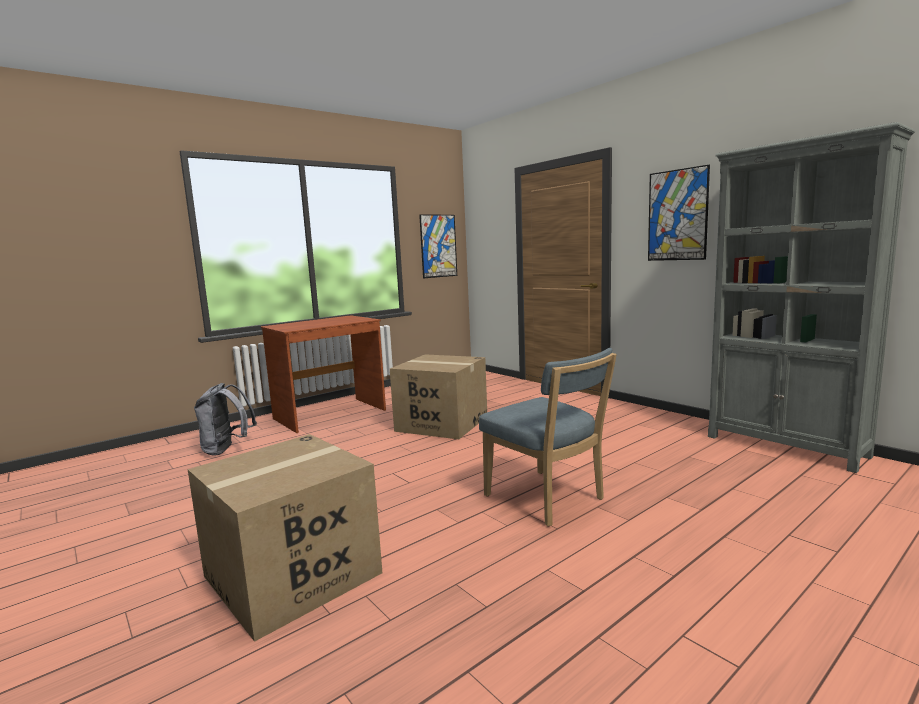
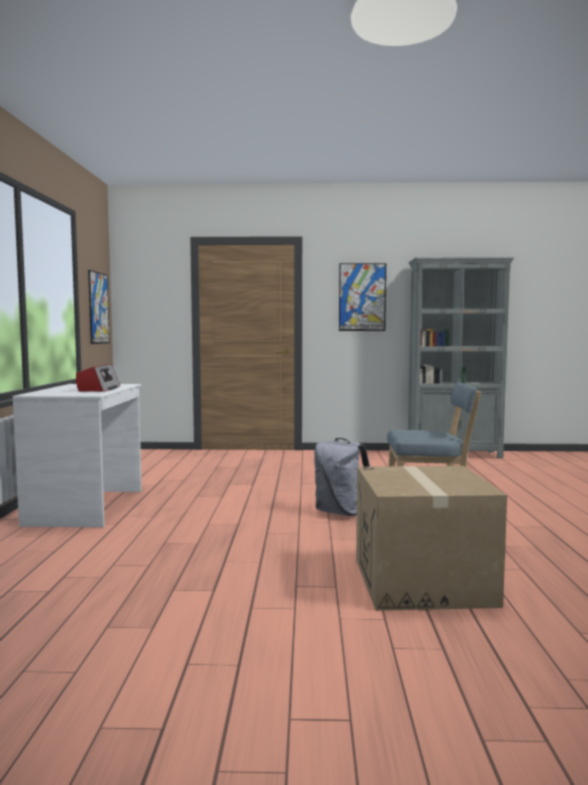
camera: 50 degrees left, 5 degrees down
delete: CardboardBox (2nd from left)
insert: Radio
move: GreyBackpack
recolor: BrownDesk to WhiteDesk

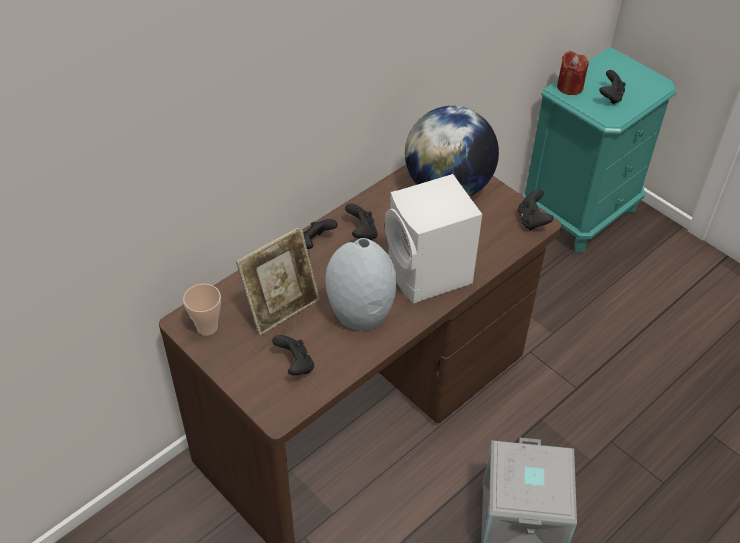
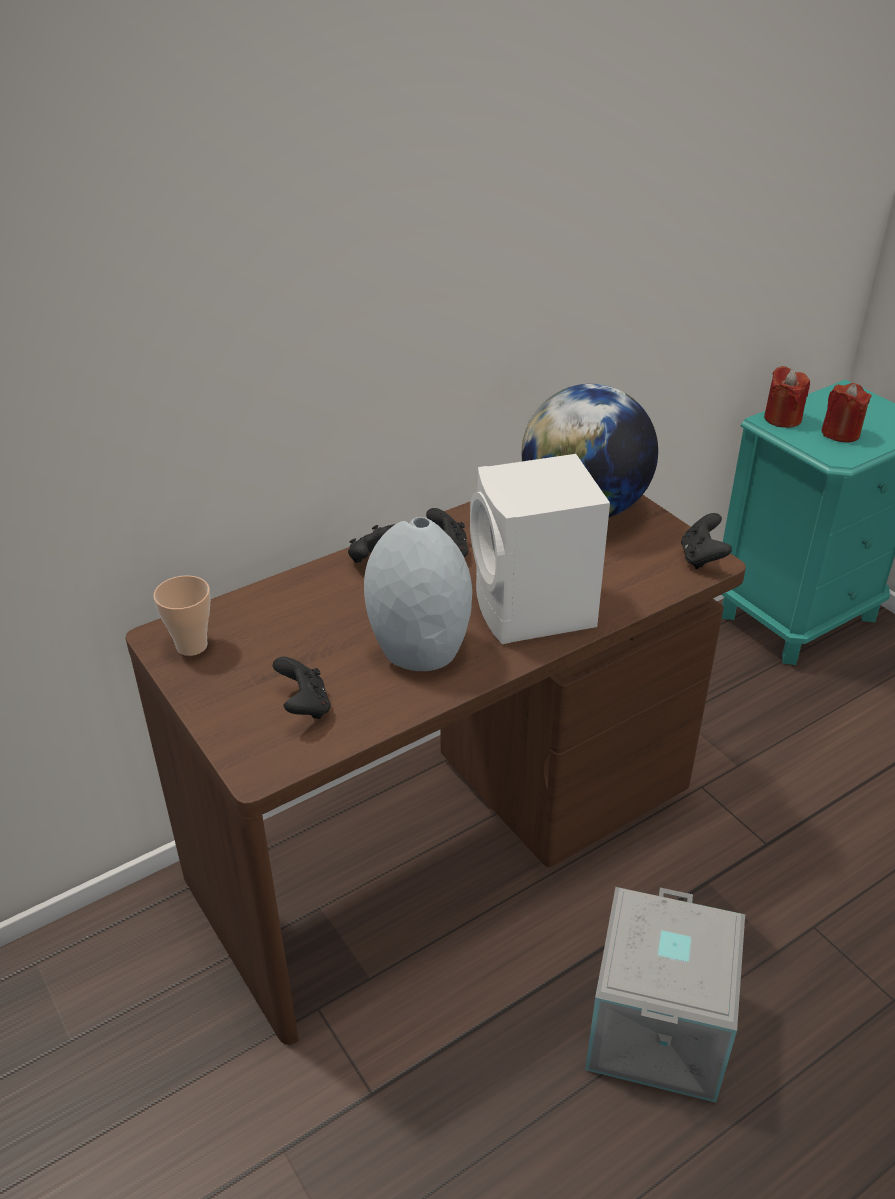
camera: 10 degrees right, 10 degrees down
delete: PictureFrame
replace: BlackGameController (5th from left) to RedCandle (2nd from left)

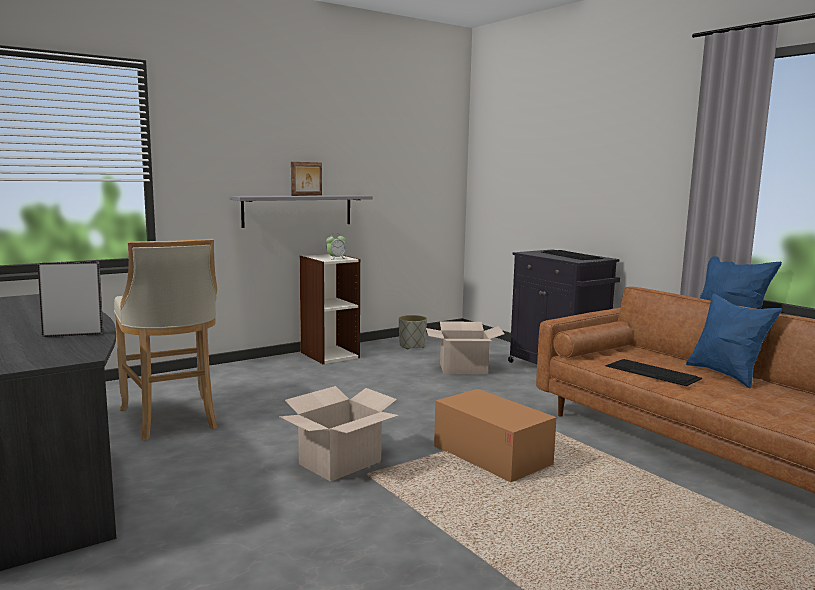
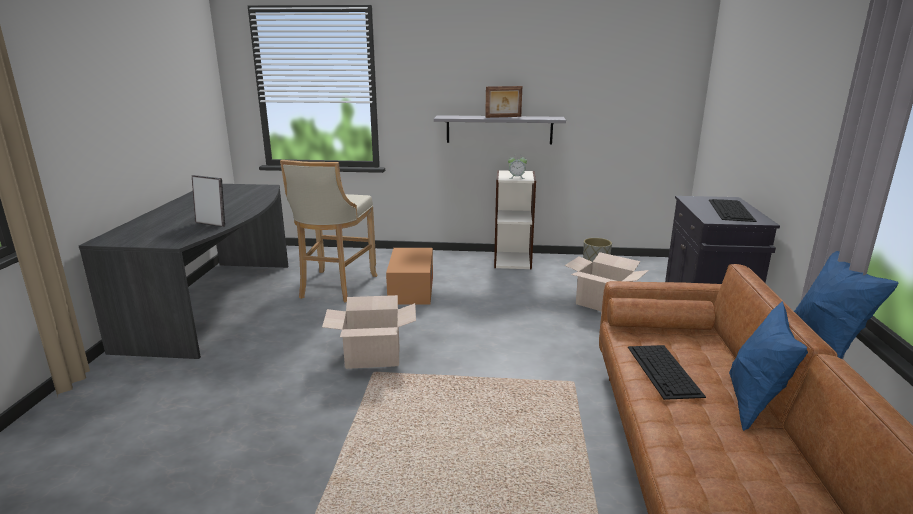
camera: 40 degrees right, 10 degrees up
move: CardboardBox (3rd from left in the first image) to CardboardBox (2nd from left)

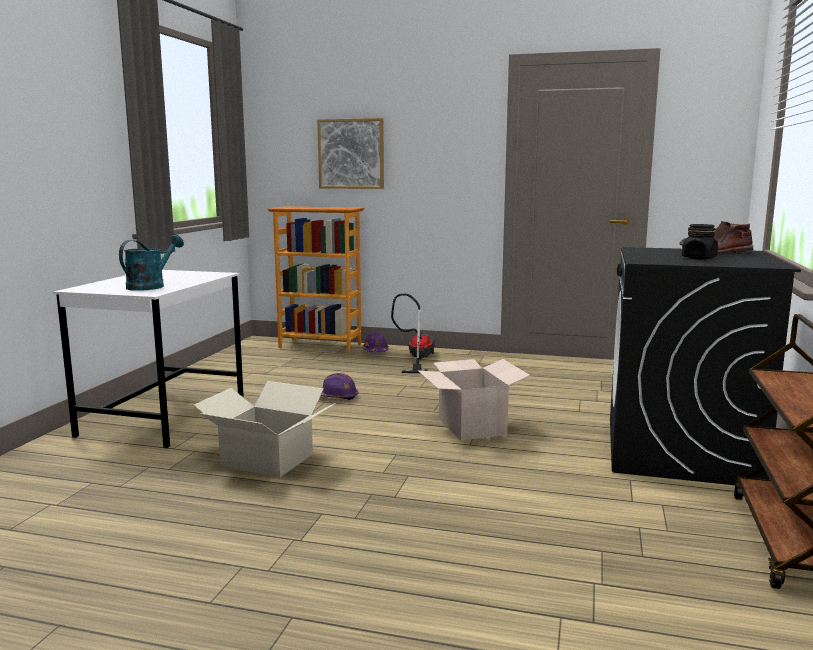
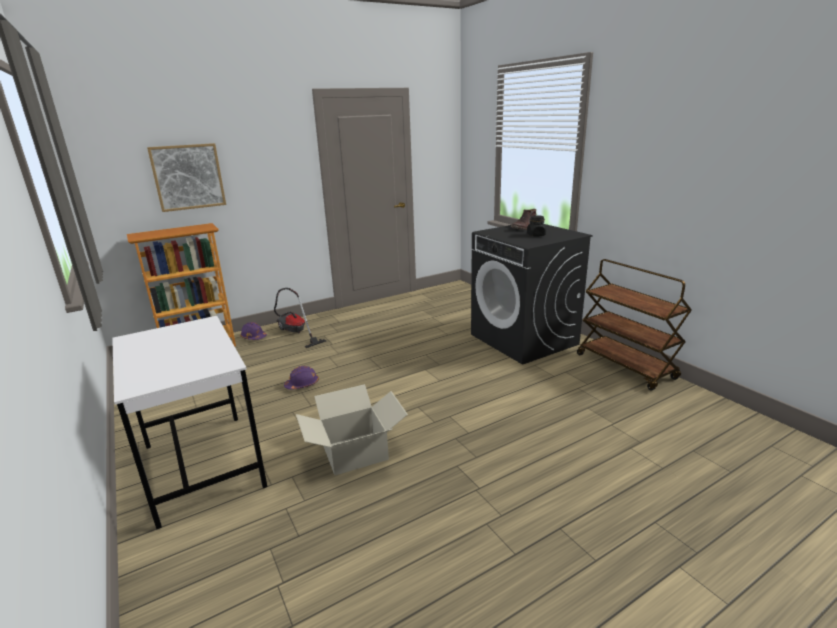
camera: 45 degrees left, 10 degrees up
delete: TurquoiseWateringCan; CardboardBox (2nd from left)

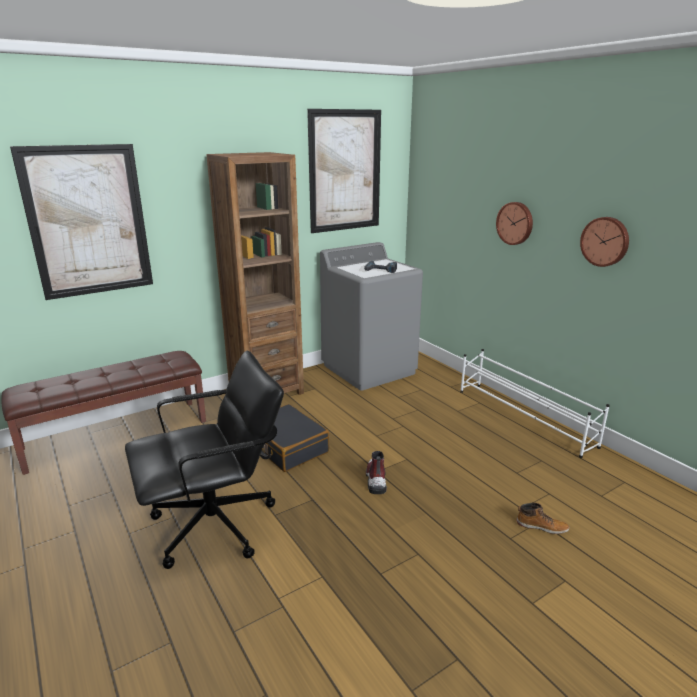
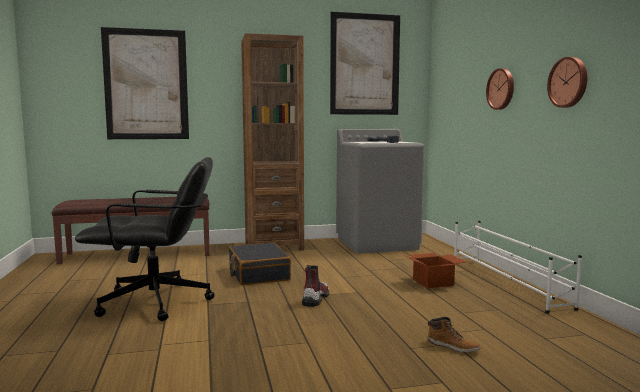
camera: 20 degrees right, 15 degrees down
insert: CardboardBox

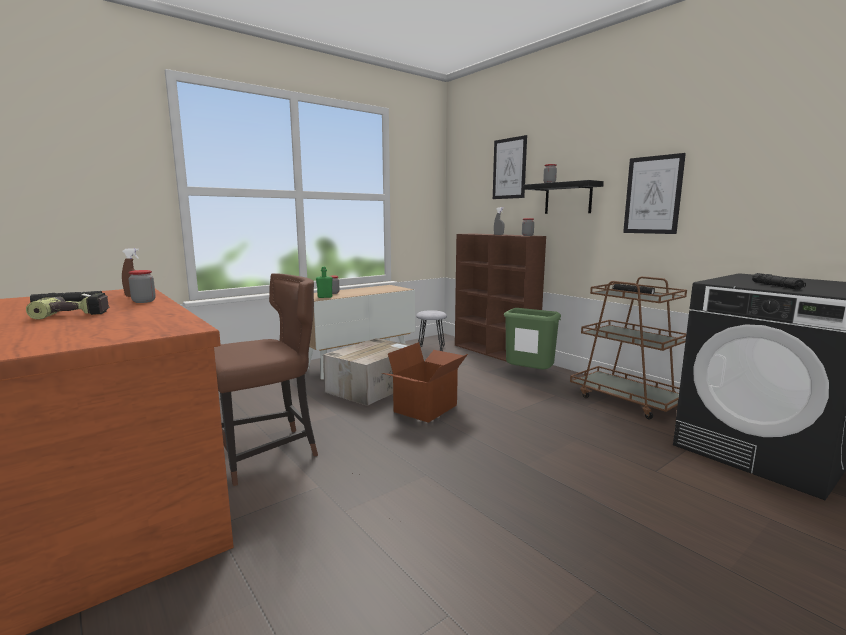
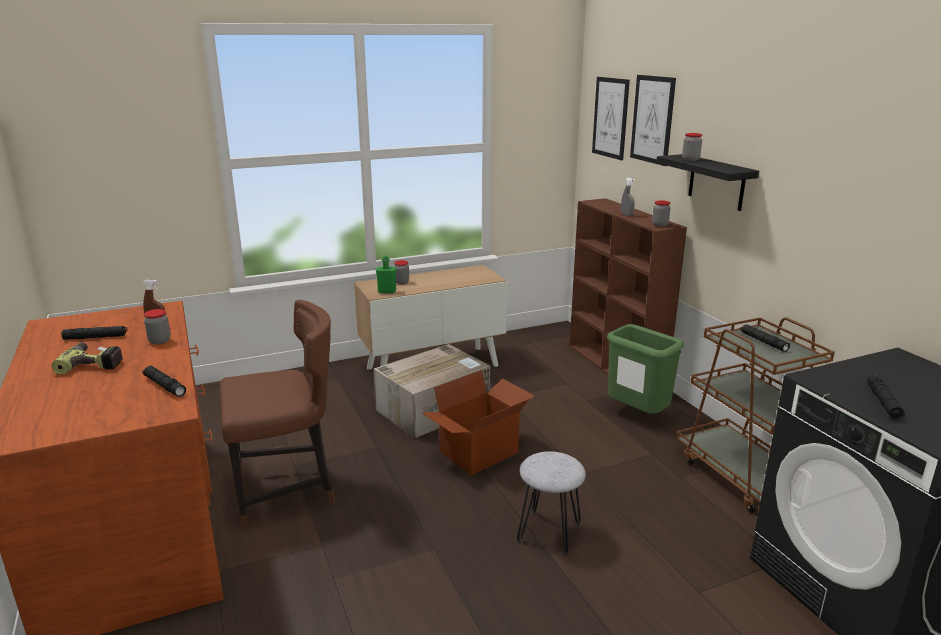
camera: 15 degrees right, 10 degrees up
insert: BlackFlashlight (2nd from left)
move: Picture (2nd from left in the first image) to Picture (1st from left); GreyStool

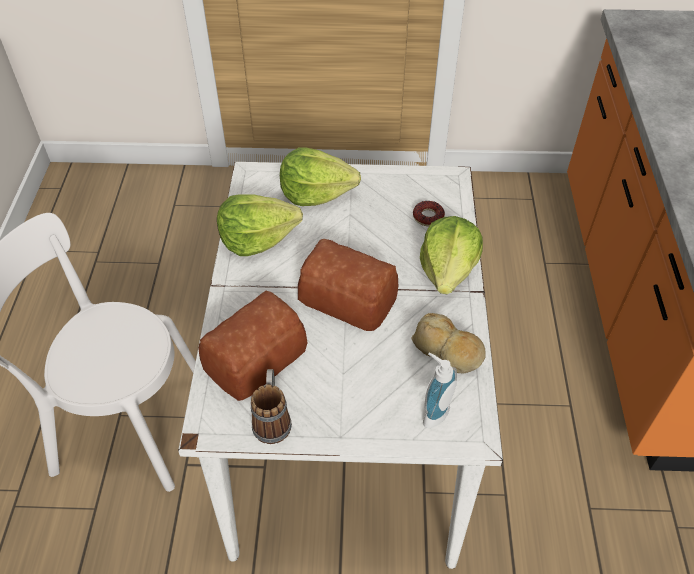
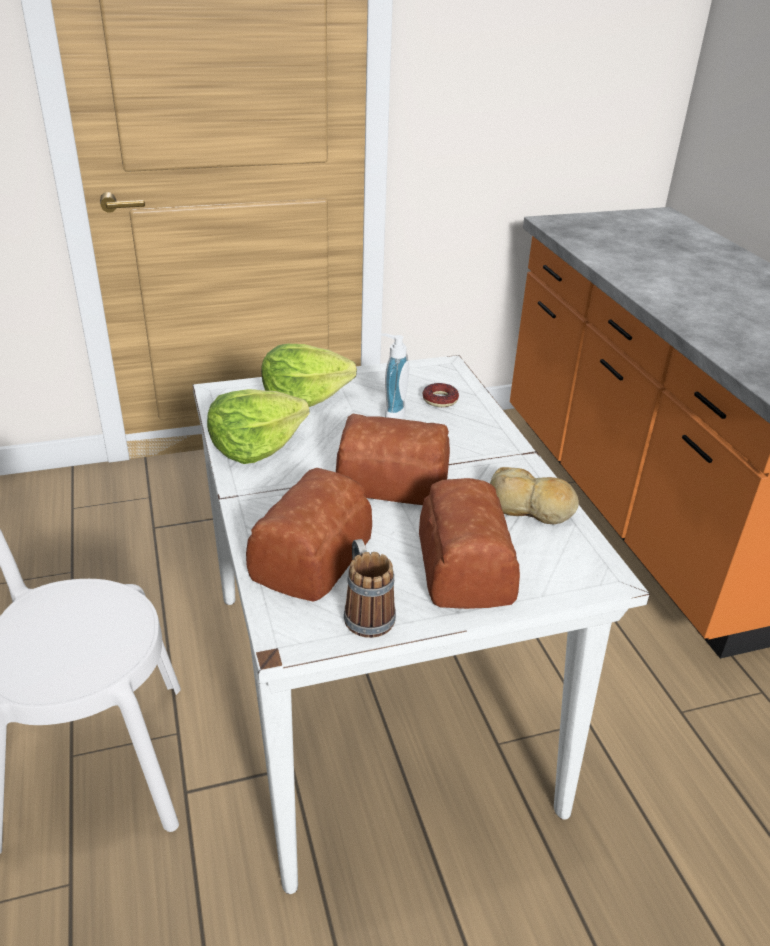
camera: 20 degrees left, 15 degrees down
delete: Lettuce (3rd from left)
insert: Bread (3rd from left)
move: SoapDispenser

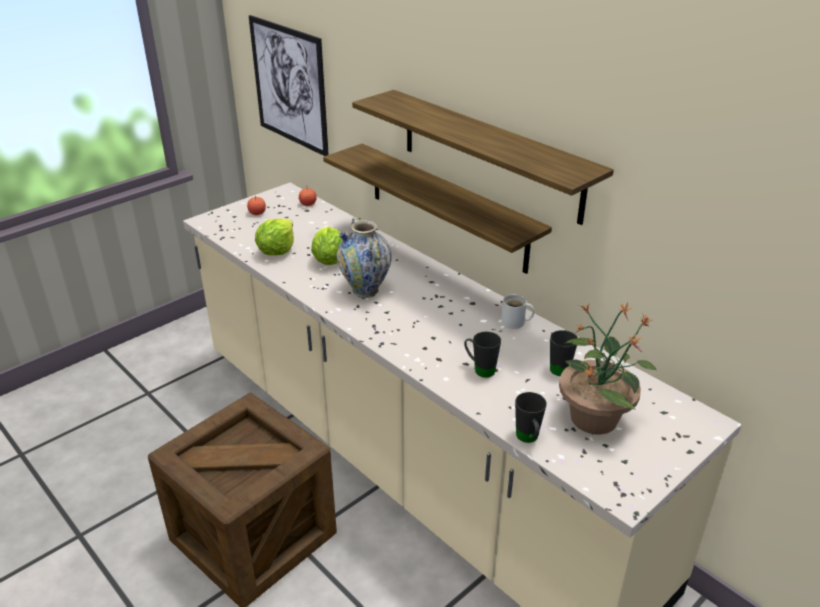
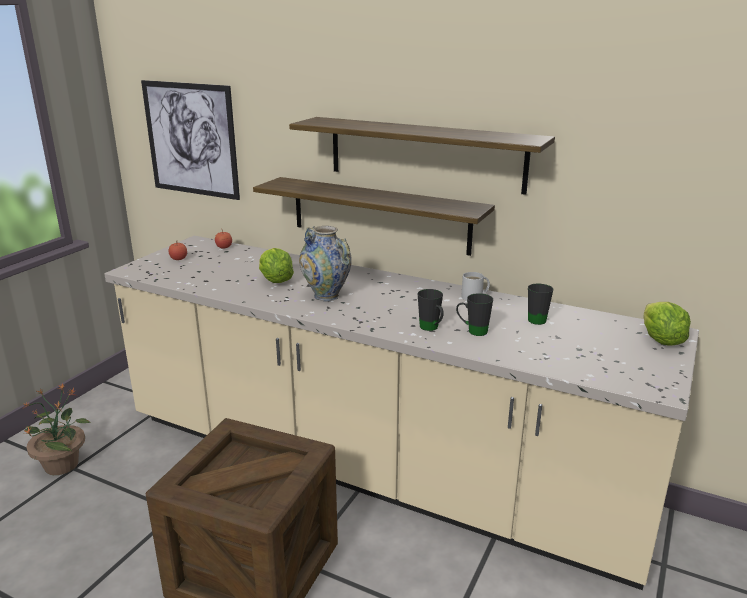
camera: 20 degrees left, 10 degrees down
move: Lettuce (1st from left in the first image) to Lettuce (2nd from left); PottedPlant; BlackMug (2nd from left in the first image) to BlackMug (1st from left)

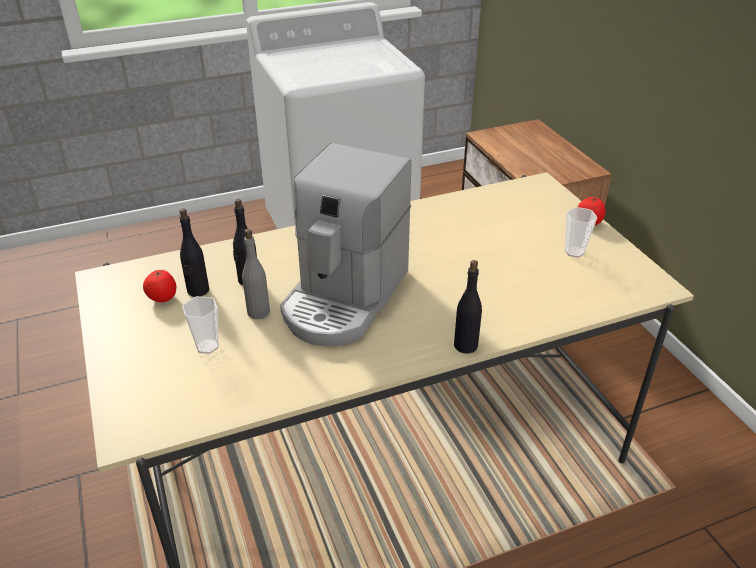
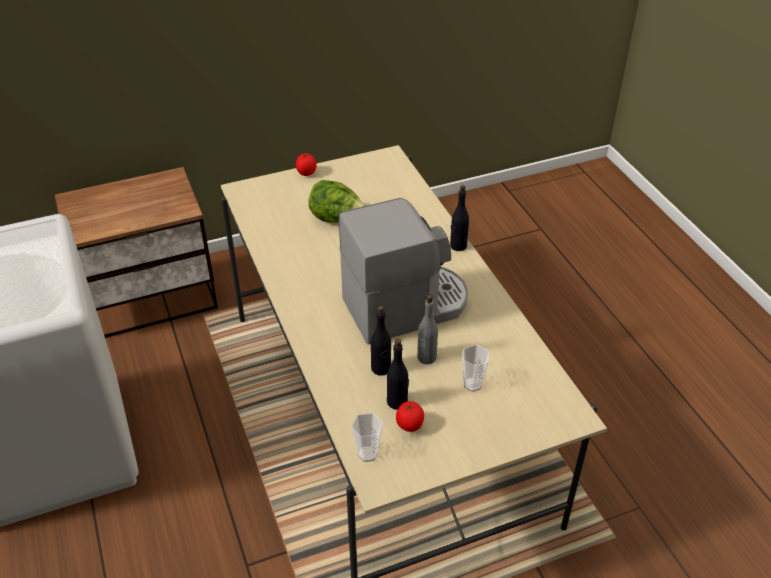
camera: 90 degrees left, 5 degrees up
insert: Lettuce
move: Cup (2nd from left in the first image) to Cup (1st from left)
rotate: CoffeeMachine 45 degrees counterclockwise

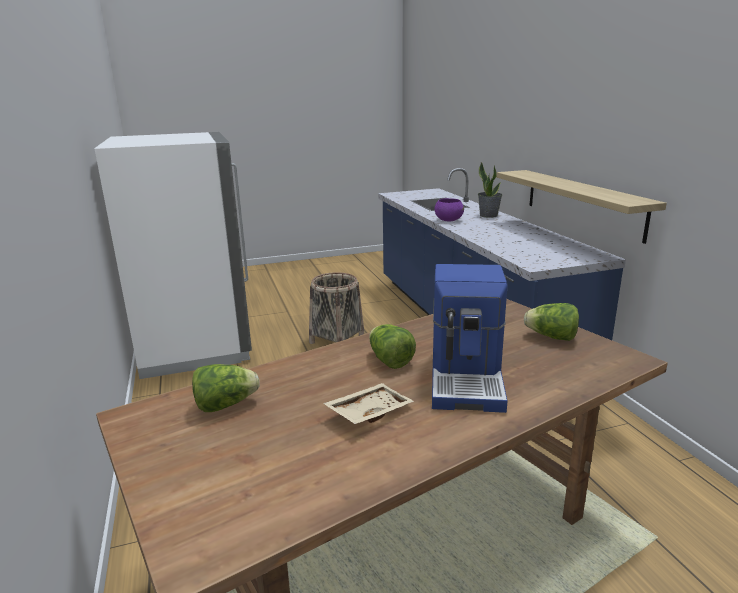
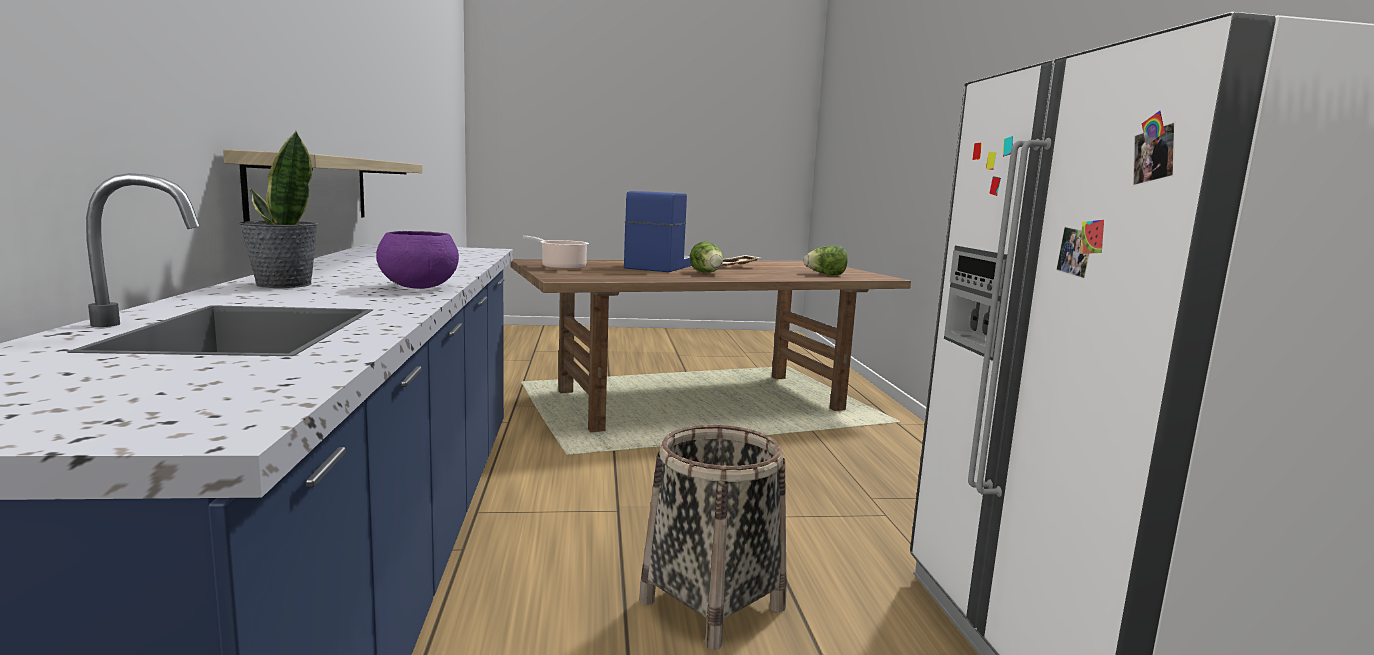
camera: 170 degrees left, 10 degrees down
replace: Lettuce (3rd from left) to CookingPot

